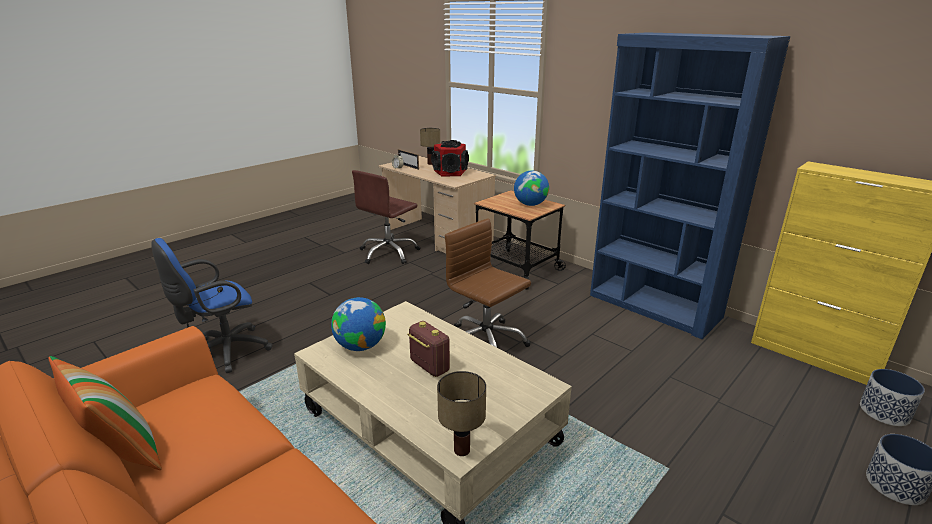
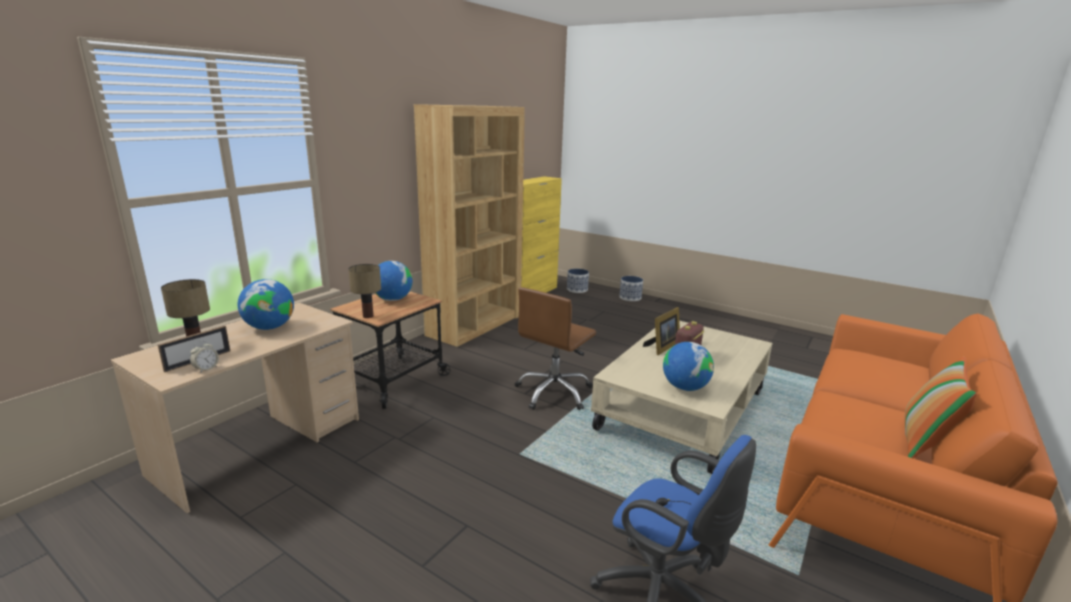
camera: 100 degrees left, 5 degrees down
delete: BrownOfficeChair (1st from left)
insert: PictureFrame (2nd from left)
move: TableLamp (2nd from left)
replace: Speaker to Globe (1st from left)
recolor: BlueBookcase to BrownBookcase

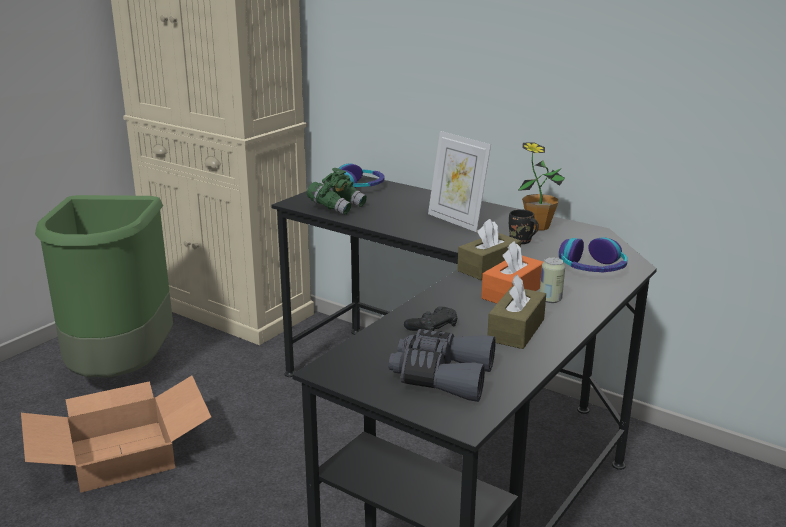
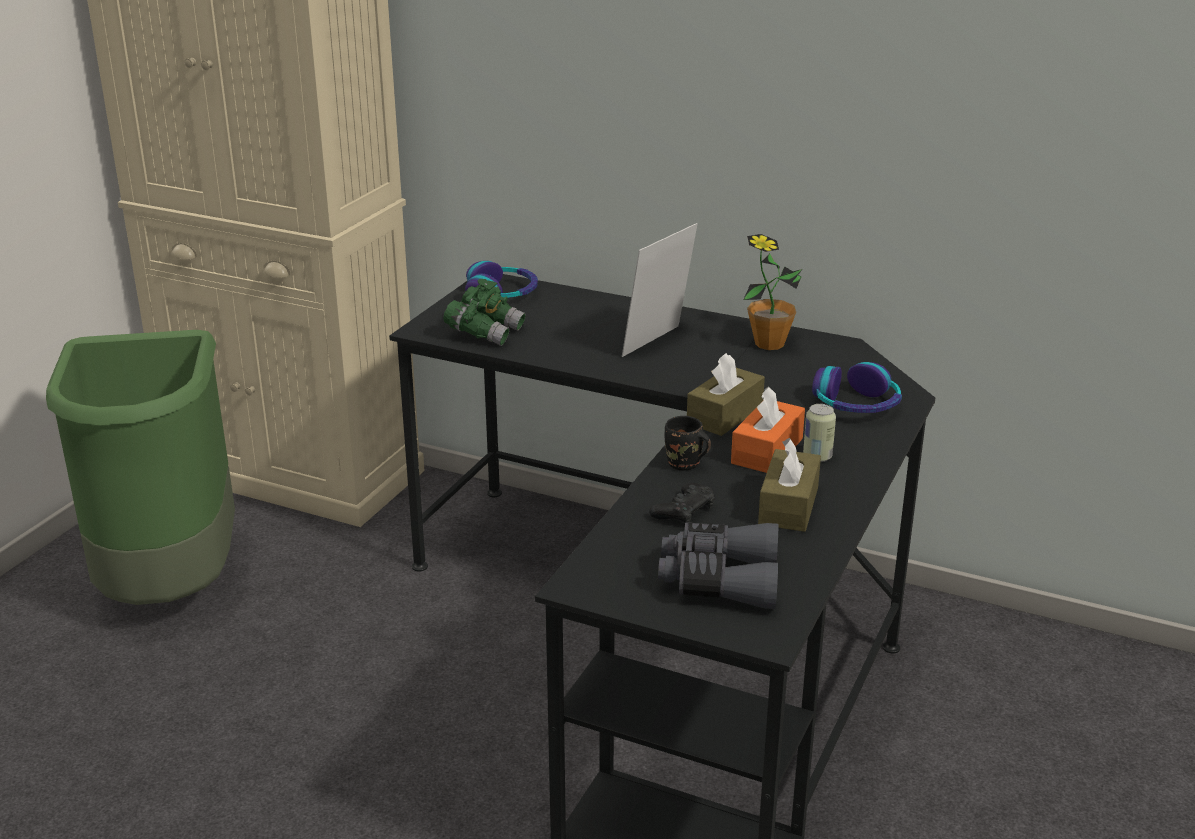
camera: 10 degrees left, 5 degrees up
delete: CardboardBox
move: BlackMug
rotate: PictureFrame 90 degrees clockwise

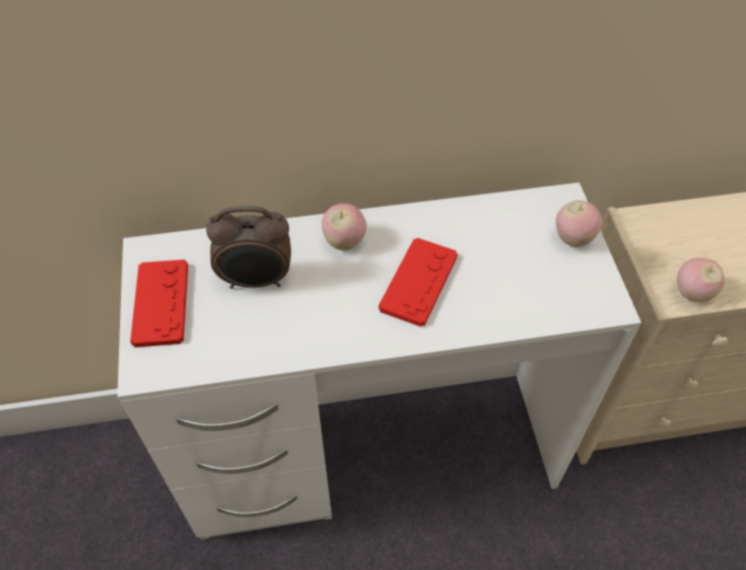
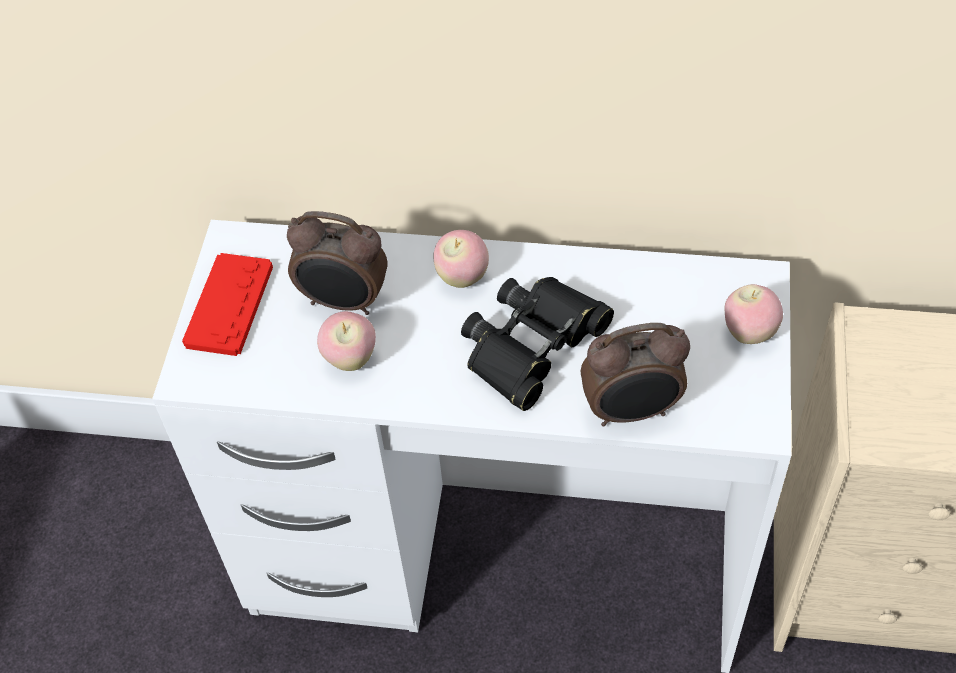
camera: 20 degrees right, 0 degrees up
insert: AlarmClock (2nd from left)
move: Apple (3rd from left in the first image) to Apple (1st from left)
replace: RedGameController (2nd from left) to BlackBinoculars

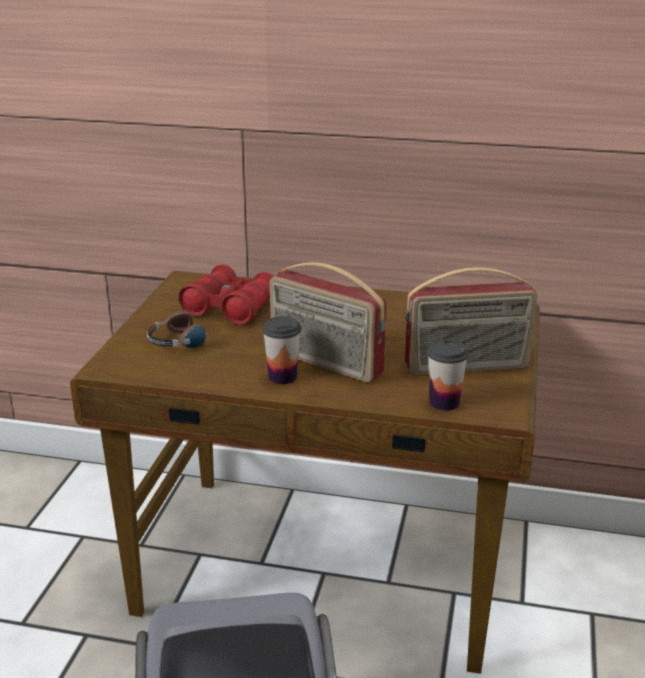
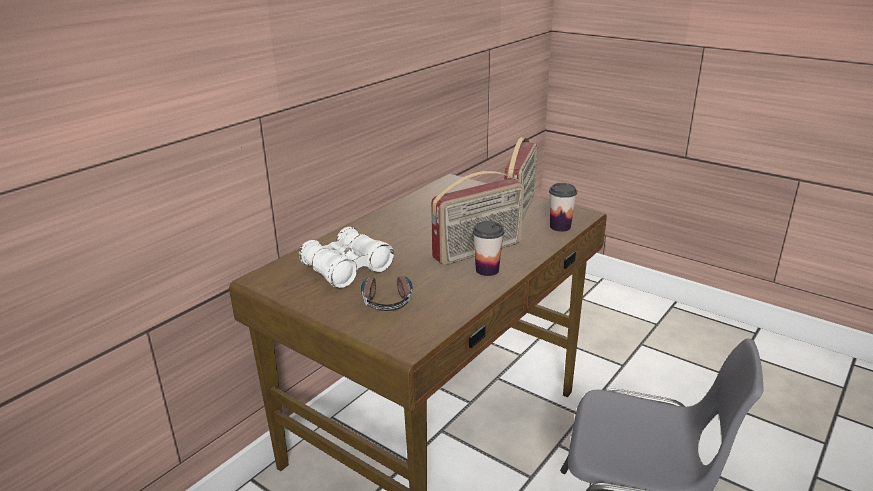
camera: 65 degrees left, 0 degrees up
recolor: RedBinoculars to WhiteBinoculars

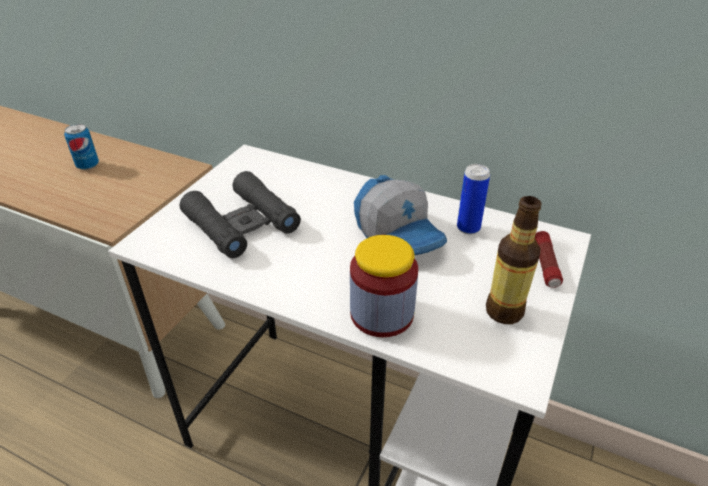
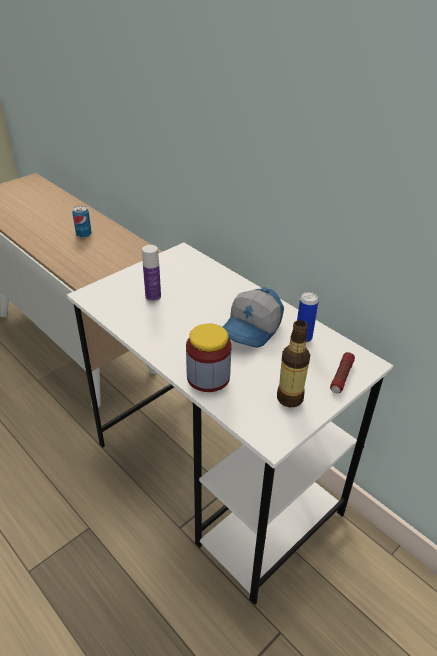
camera: 20 degrees right, 0 degrees up
replace: BlackBinoculars to Bottle (1st from left)
rotate: Cap 45 degrees clockwise

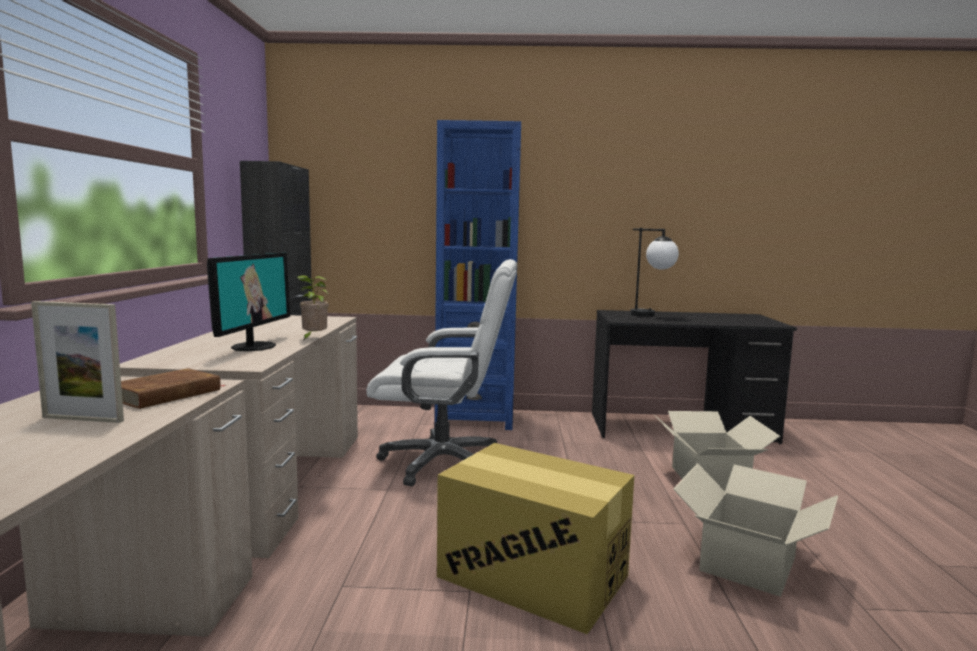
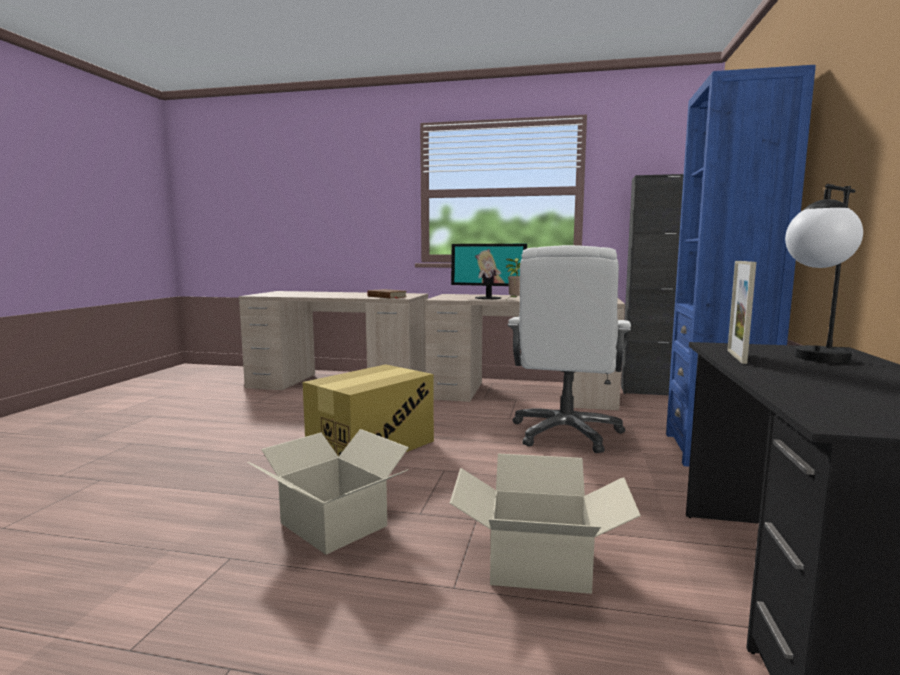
camera: 100 degrees right, 0 degrees up
move: PictureFrame

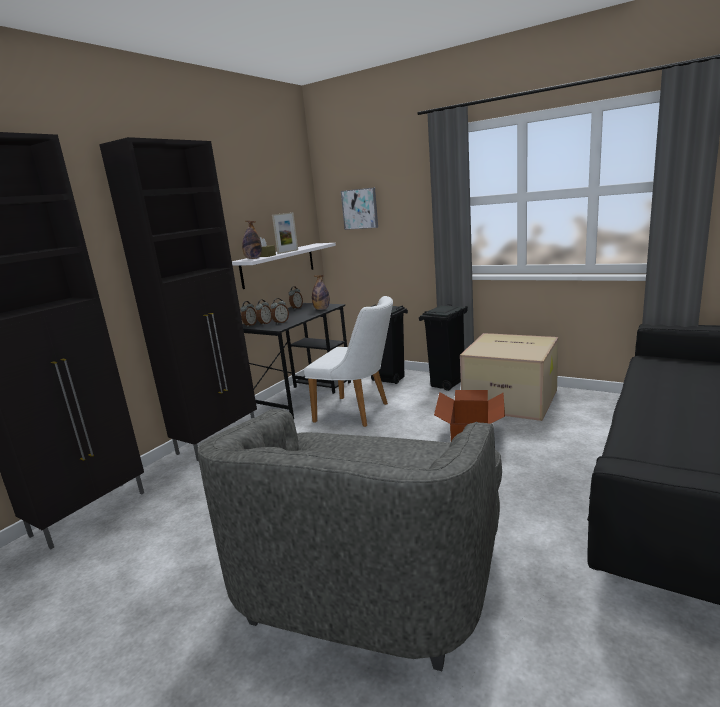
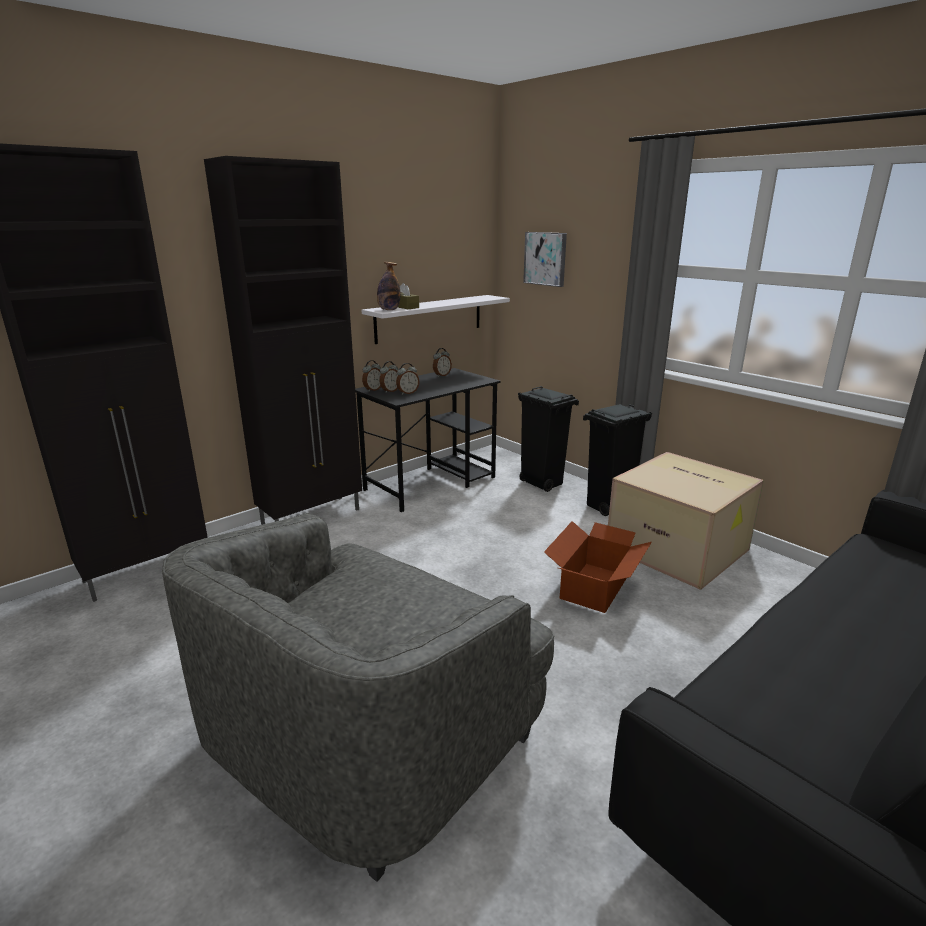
camera: 15 degrees right, 5 degrees up
delete: PictureFrame; Bottle (2nd from left); WhiteChair

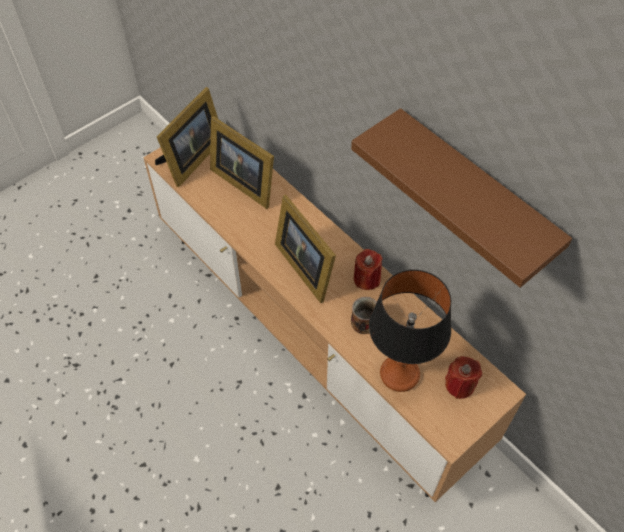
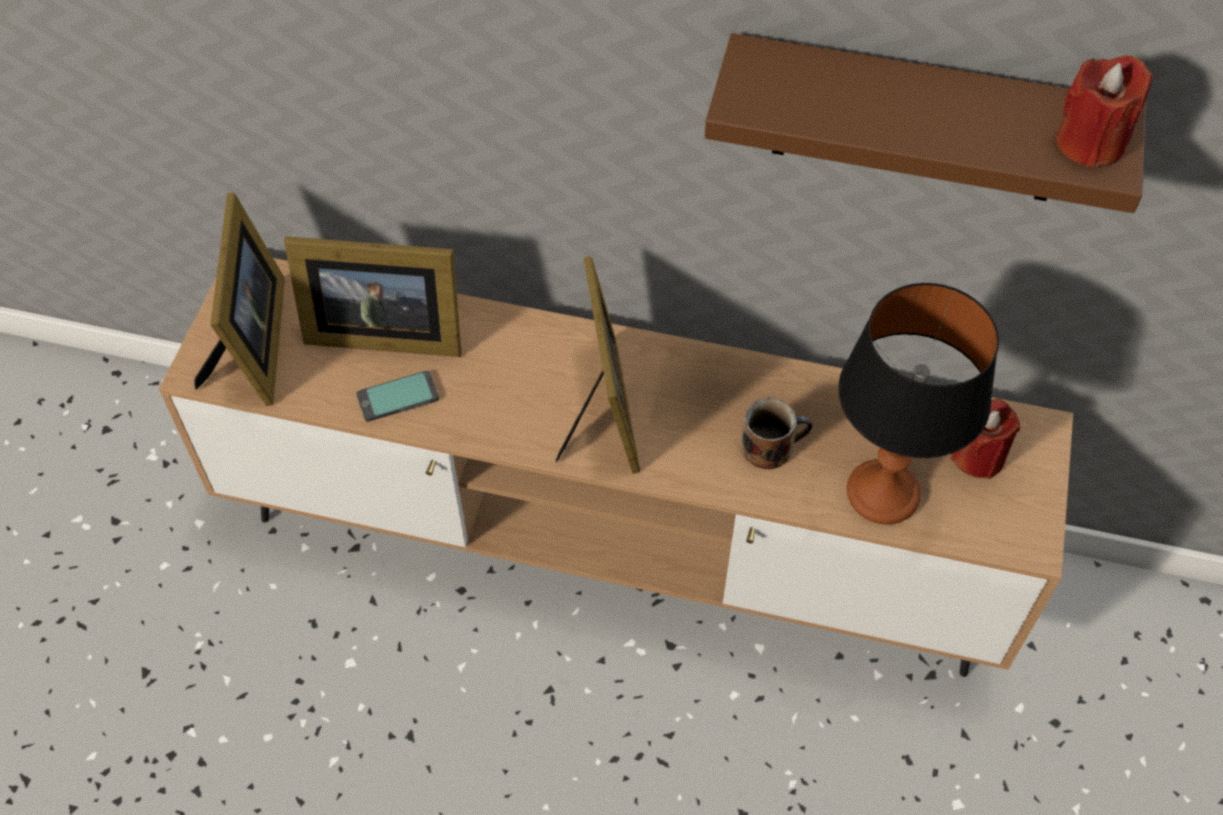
camera: 35 degrees left, 0 degrees up
insert: Phone
move: RedCandle (1st from left in the first image) to RedCandle (2nd from left)
rotate: PictureFrame (3rd from left) 120 degrees counterclockwise

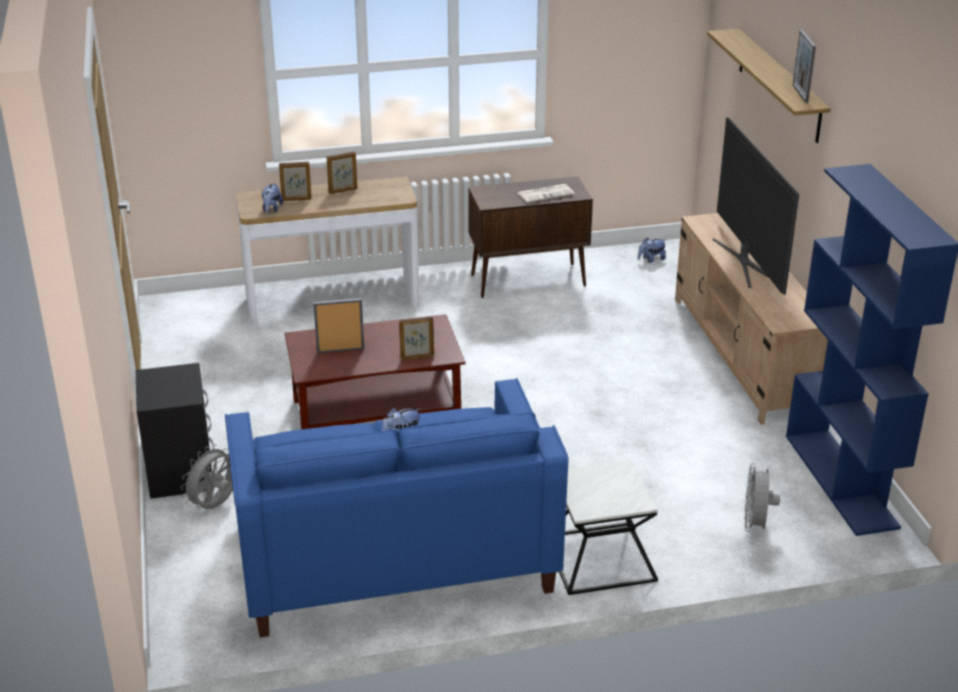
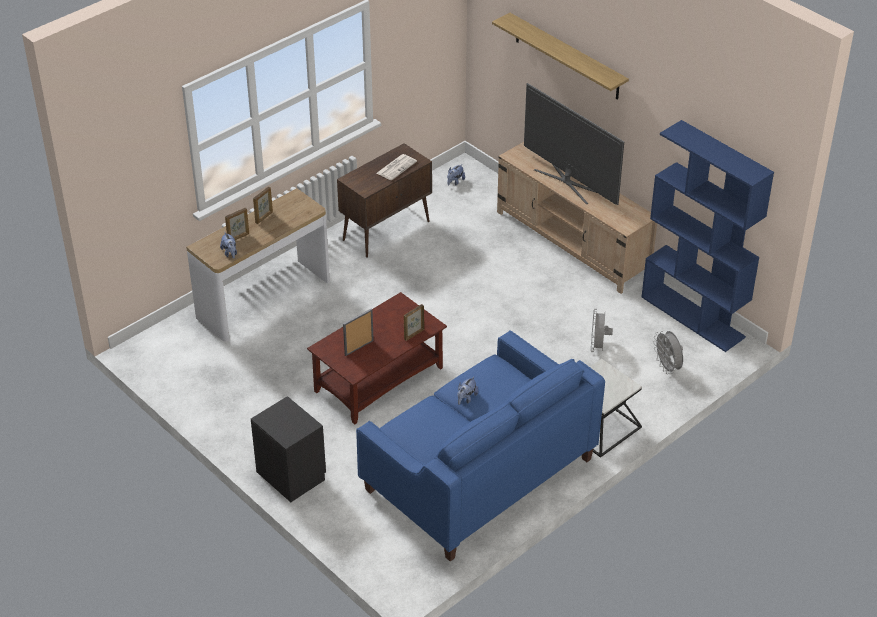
camera: 30 degrees left, 10 degrees up
delete: PictureFrame (5th from left)
move: GreyFan (1st from left)

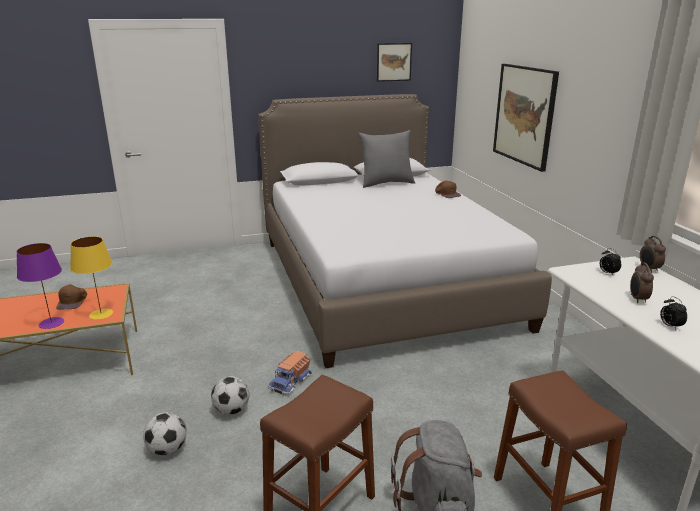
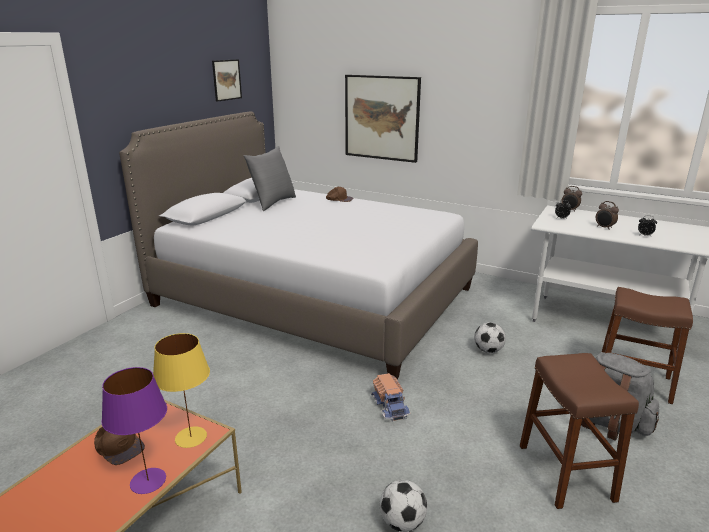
camera: 45 degrees left, 0 degrees up
move: Football (2nd from left)

